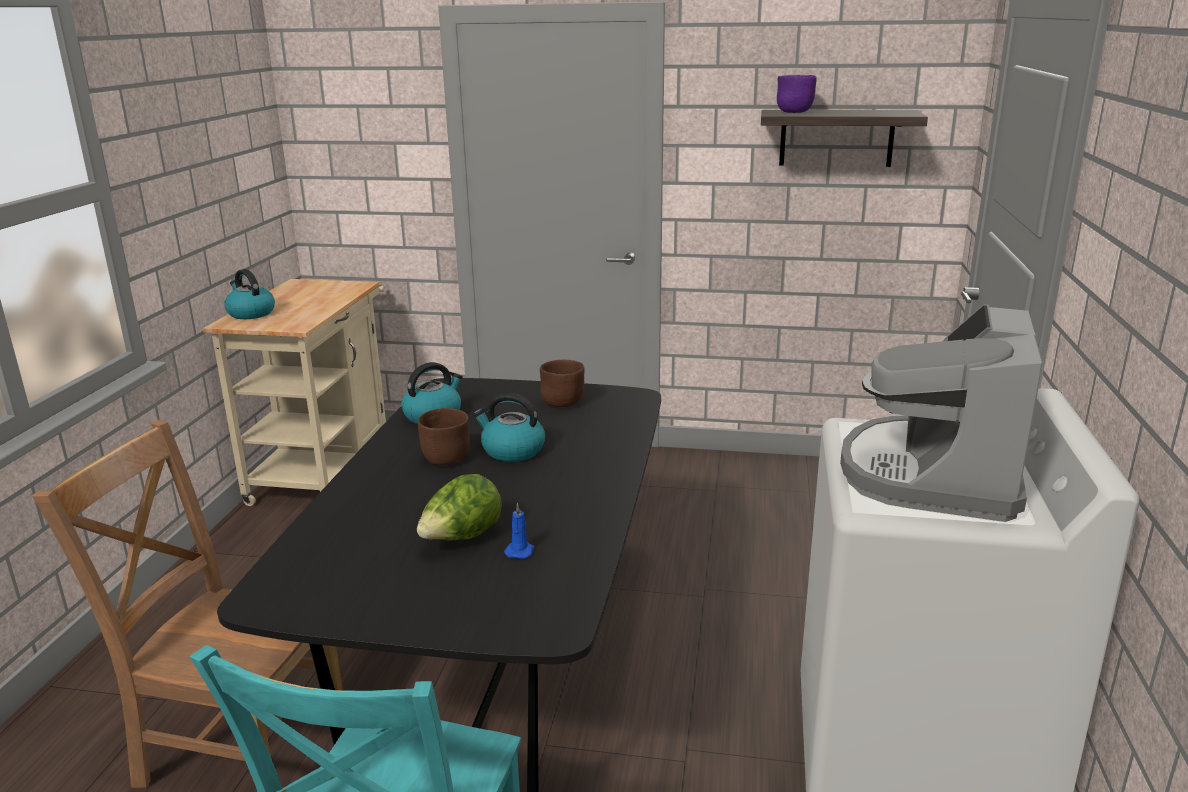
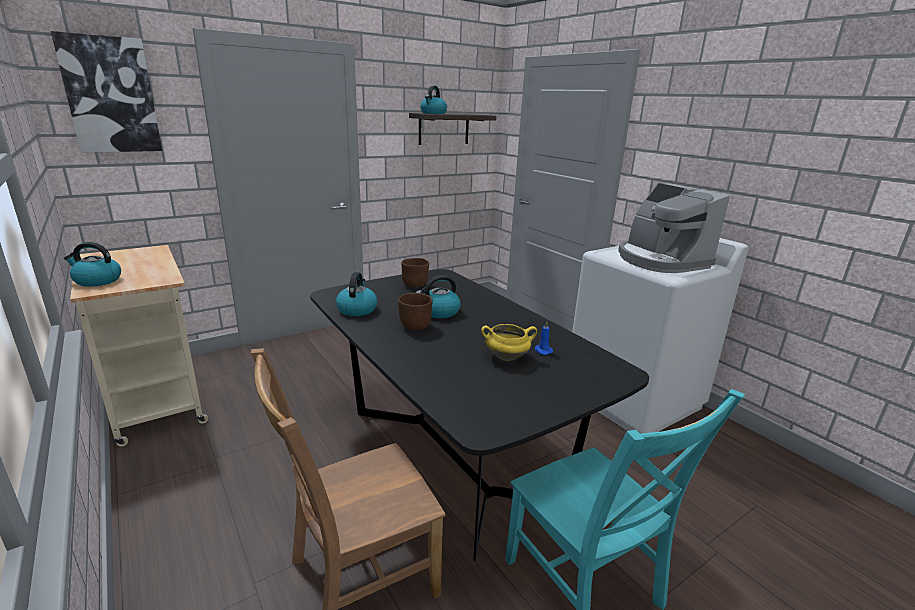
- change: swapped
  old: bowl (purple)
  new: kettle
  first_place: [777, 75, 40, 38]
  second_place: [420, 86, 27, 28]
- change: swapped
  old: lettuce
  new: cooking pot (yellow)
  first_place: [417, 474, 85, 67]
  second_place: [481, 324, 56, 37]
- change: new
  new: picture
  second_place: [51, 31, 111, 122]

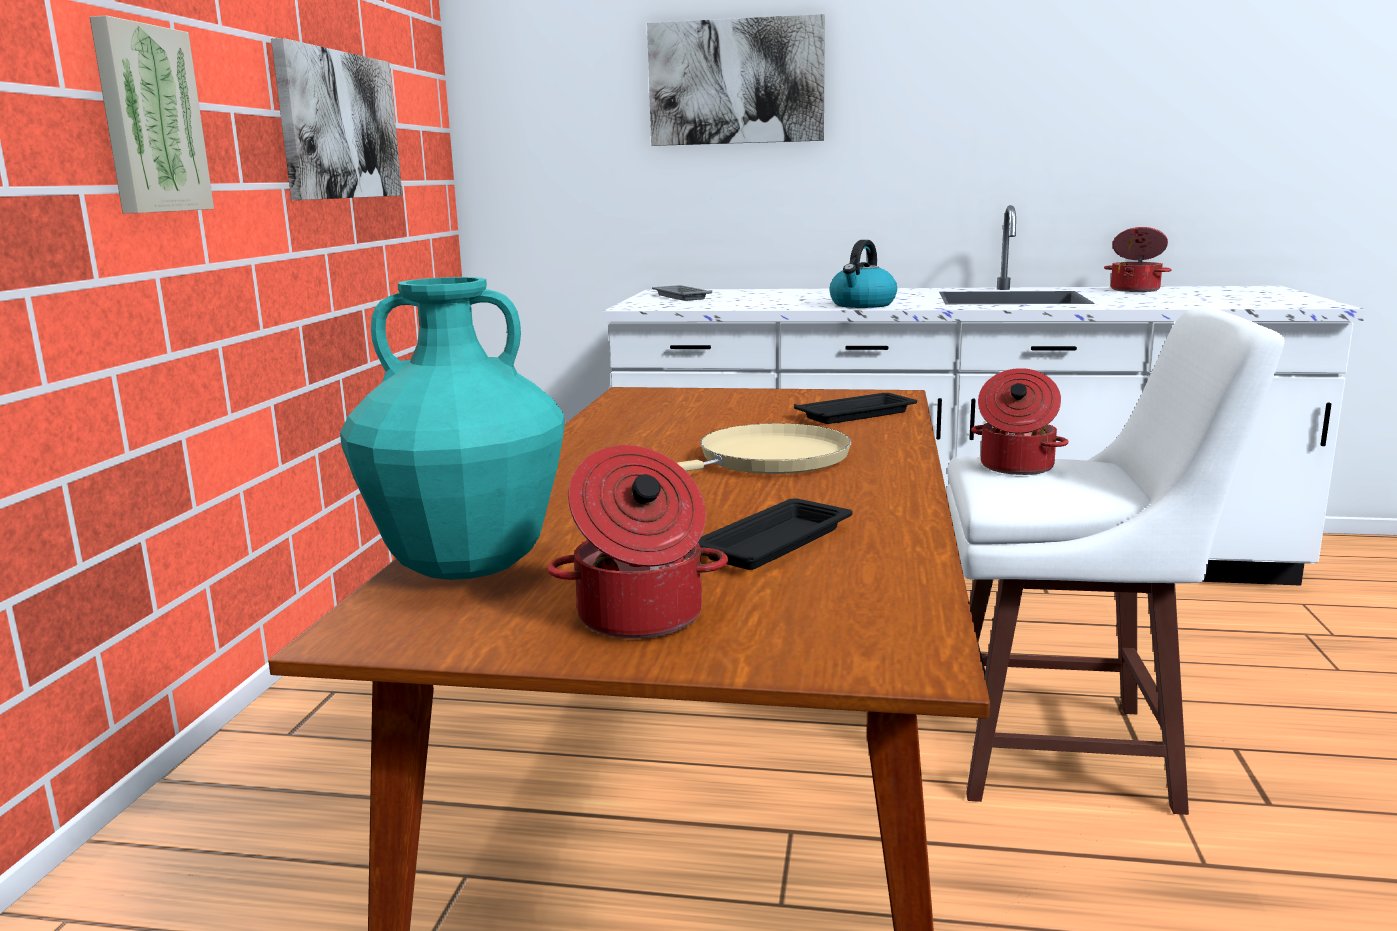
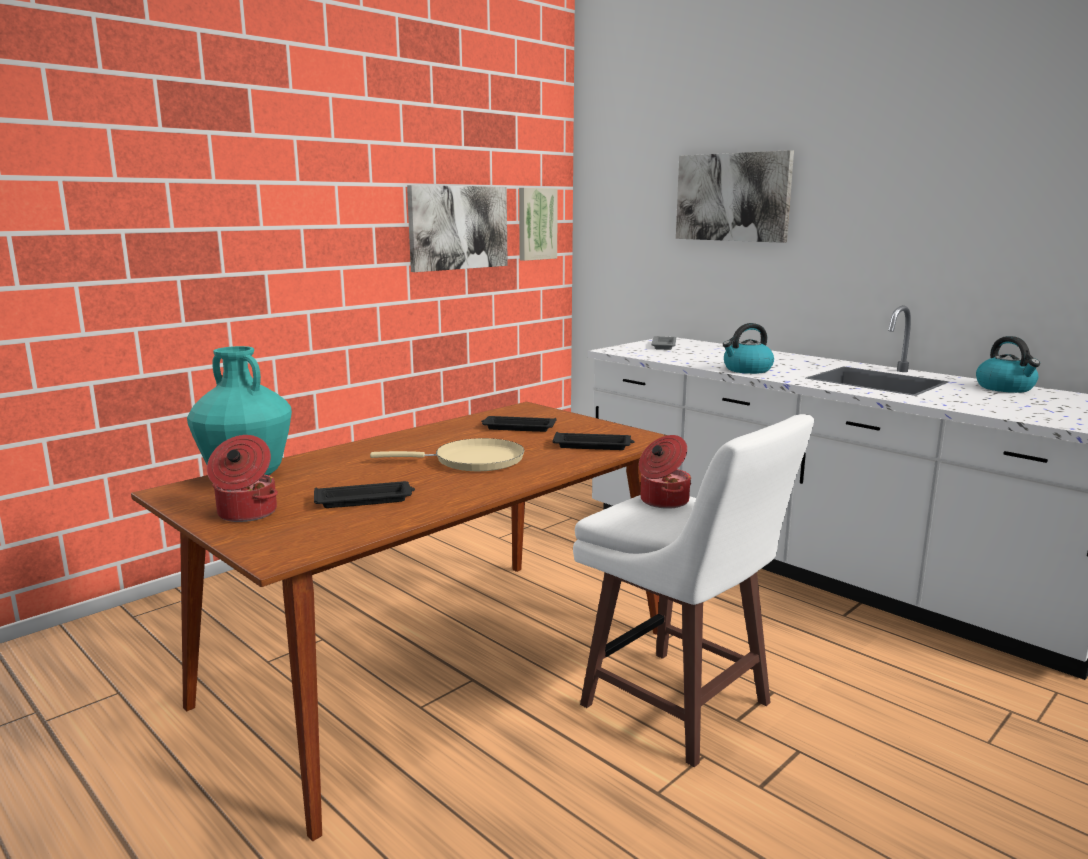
- change: shifted
  old: picture
  first_place: [89, 15, 125, 198]
  second_place: [519, 188, 39, 73]
- change: swapped
  old: cooking pot
  new: kettle
  first_place: [1104, 227, 68, 65]
  second_place: [976, 336, 64, 57]
- change: new
  new: tray (black)
  second_place: [481, 416, 76, 16]

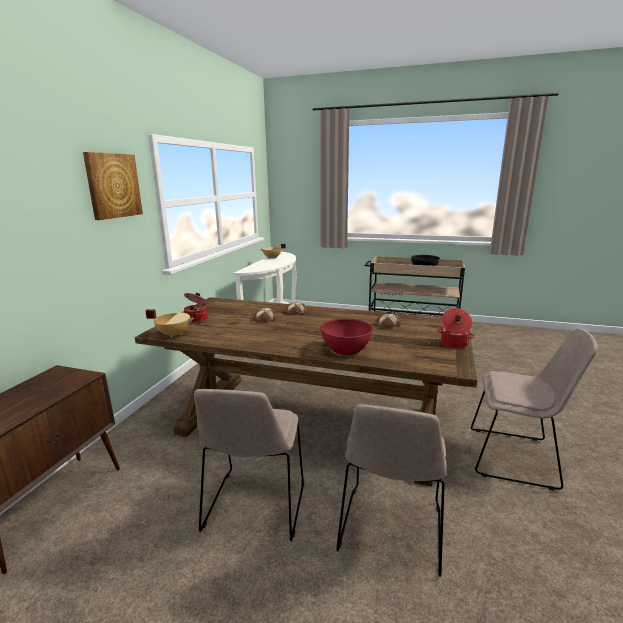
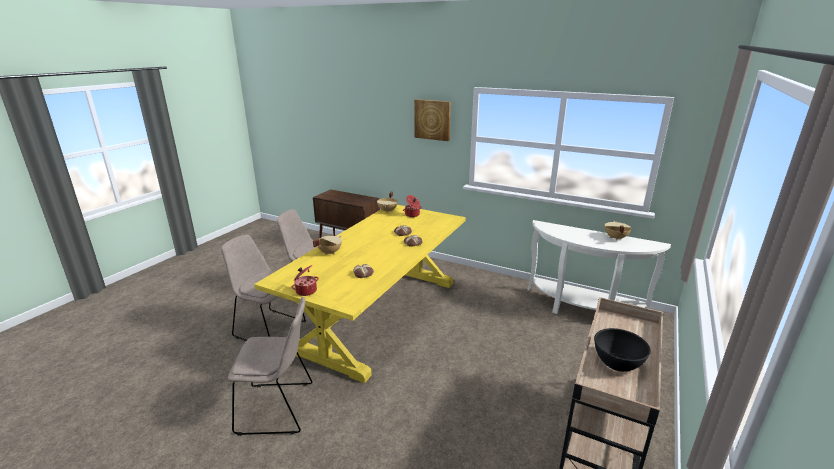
- change: repainted
  old: dining table (brown)
  new: dining table (yellow)
  first_place: [135, 297, 343, 190]
  second_place: [254, 205, 212, 178]
- change: swapped
  old: bowl (red)
  new: cooking pot (beige)
  first_place: [320, 319, 53, 36]
  second_place: [313, 236, 29, 19]
- change: rotated
  old: chair (beige)
  first_place: [471, 328, 127, 162]
  second_place: [228, 297, 84, 139]
  degrees: -120

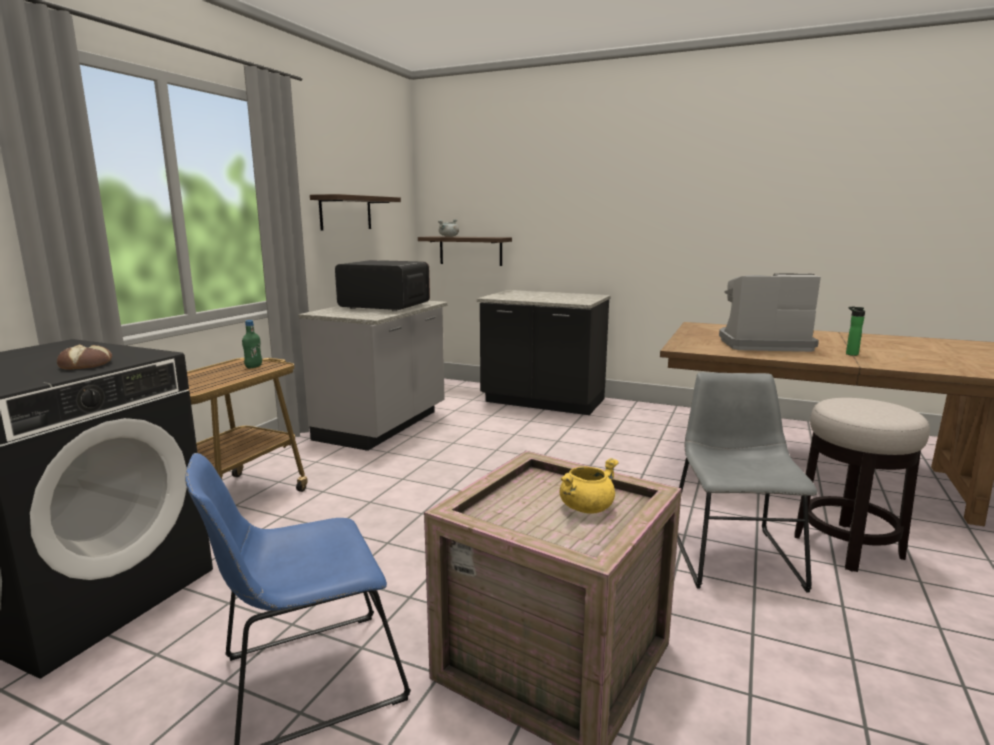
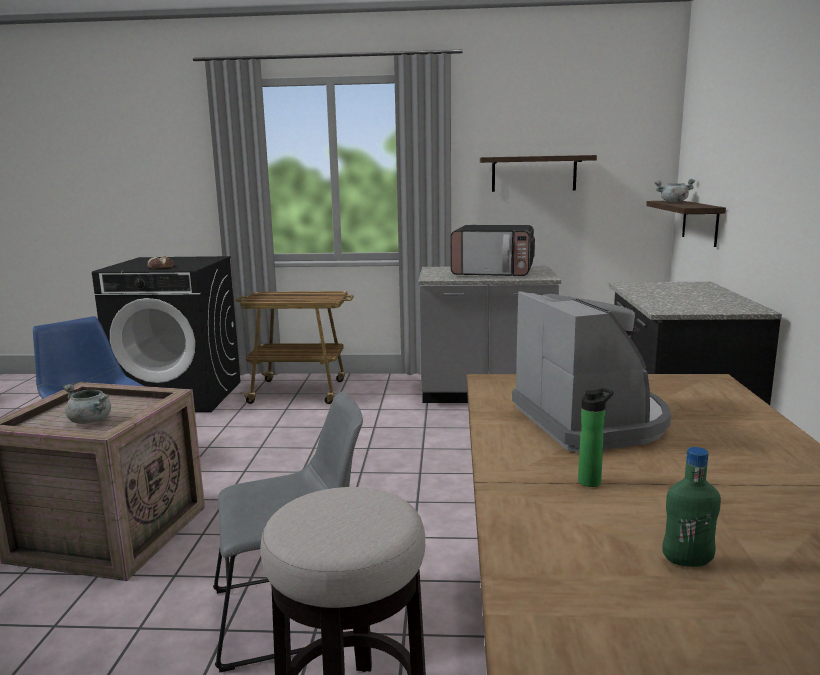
- change: rotated
  old: microwave
  first_place: [335, 260, 95, 51]
  second_place: [450, 225, 85, 51]
  degrees: 105
- change: shifted
  old: bottle (green)
  first_place: [242, 320, 20, 48]
  second_place: [663, 447, 58, 120]
- change: repainted
  old: cooking pot (yellow)
  new: cooking pot (grey)
  first_place: [560, 458, 59, 56]
  second_place: [63, 384, 48, 40]

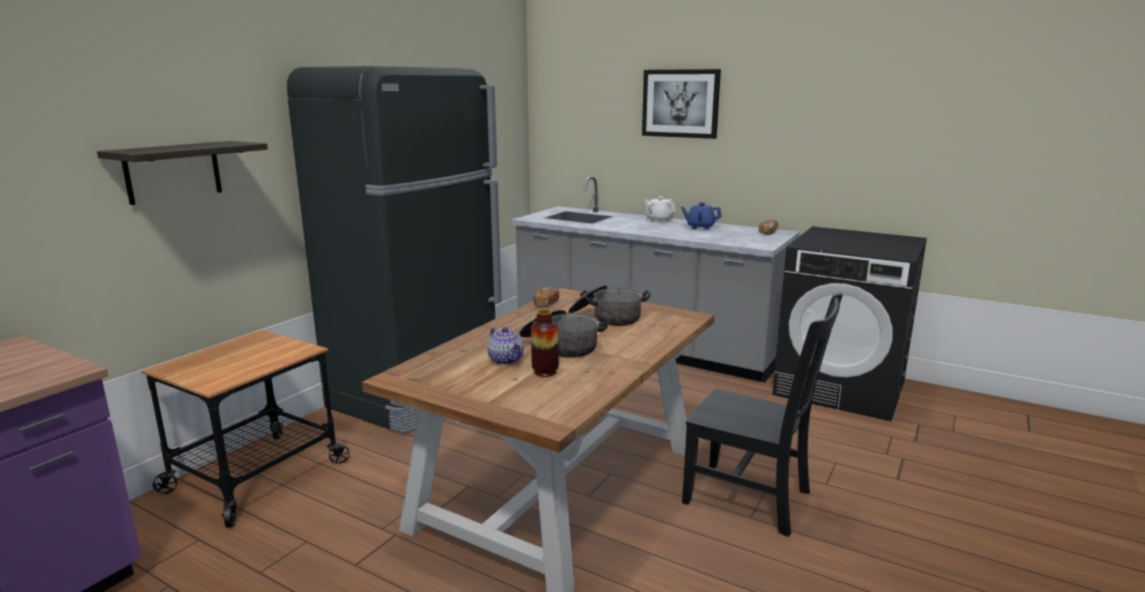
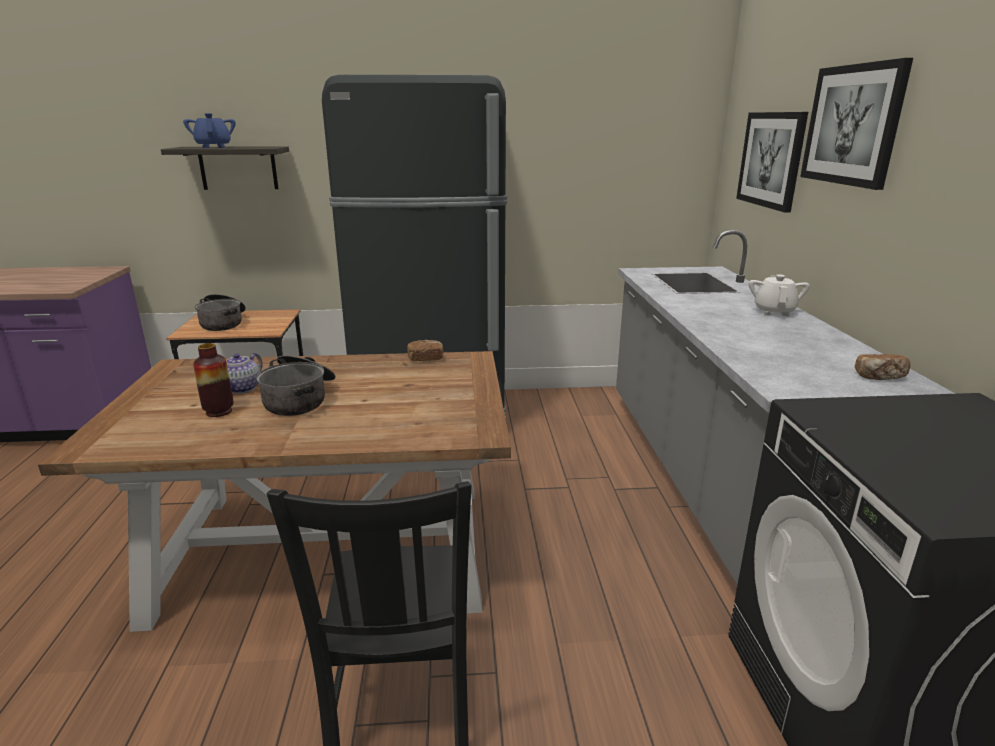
- change: shifted
  old: teapot (blue)
  first_place: [681, 202, 41, 28]
  second_place: [183, 113, 53, 35]
- change: shifted
  old: cooking pot
  first_place: [568, 285, 83, 41]
  second_place: [195, 294, 51, 37]
- change: new
  new: picture
  second_place: [736, 112, 72, 101]

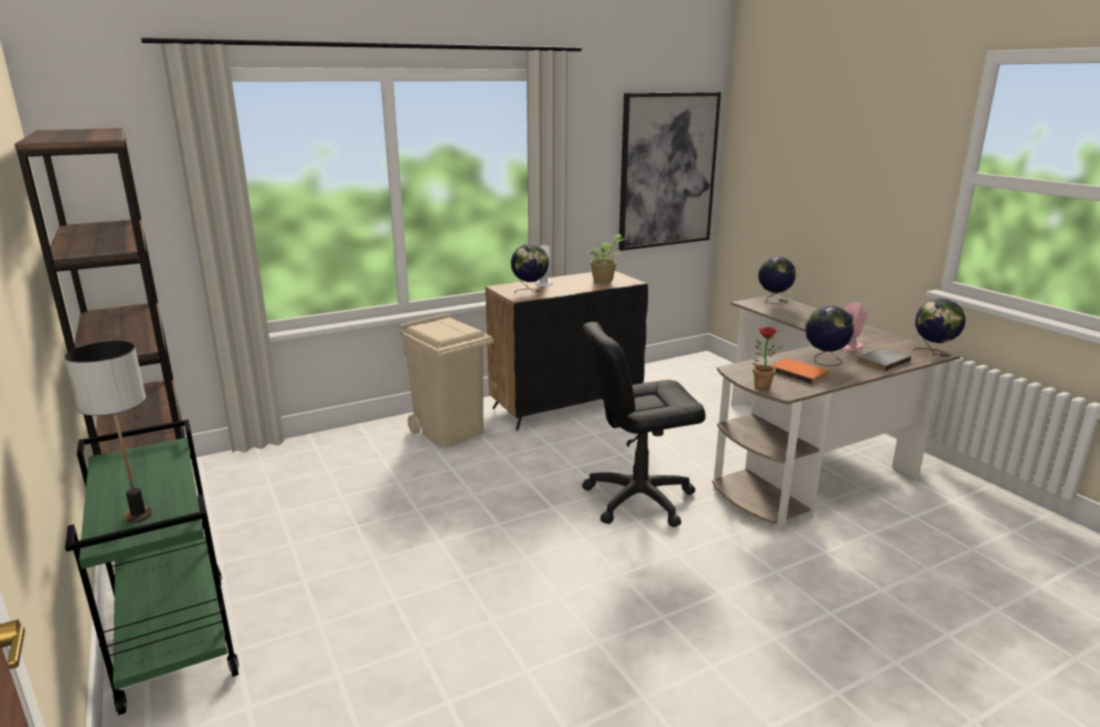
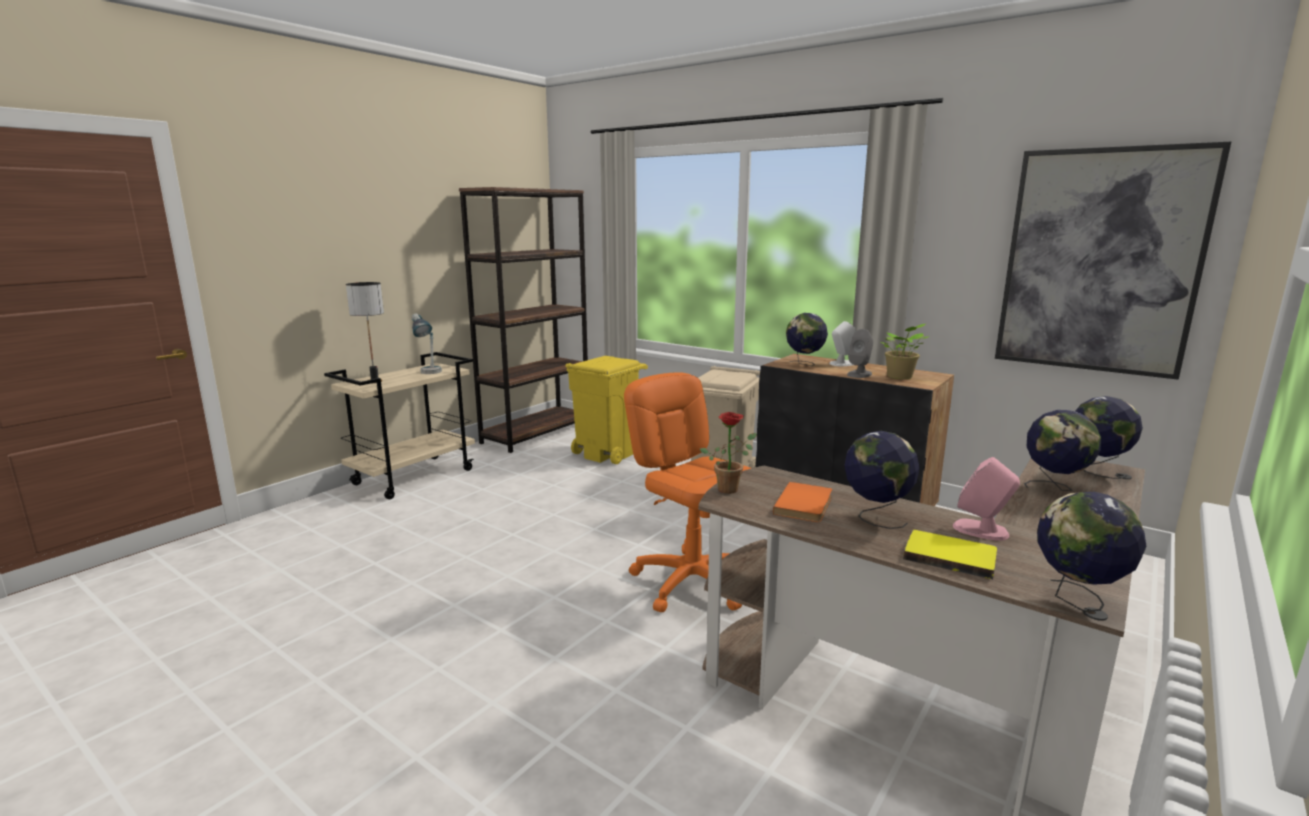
- change: repainted
  old: office chair (black)
  new: office chair (orange)
  first_place: [582, 322, 124, 205]
  second_place: [624, 372, 127, 240]
- change: repainted
  old: book (grey)
  new: book (yellow)
  first_place: [857, 348, 54, 23]
  second_place: [903, 530, 94, 49]
- change: repainted
  old: cart (green)
  new: cart (beige)
  first_place: [65, 419, 174, 296]
  second_place: [324, 352, 151, 147]
- change: new
  new: table lamp
  second_place: [412, 314, 30, 60]
- change: new
  new: speaker (grey)
  second_place: [847, 329, 26, 49]
- change: new
  new: trash can (yellow)
  second_place: [565, 356, 83, 108]
- change: new
  new: globe
  second_place: [1024, 410, 77, 81]

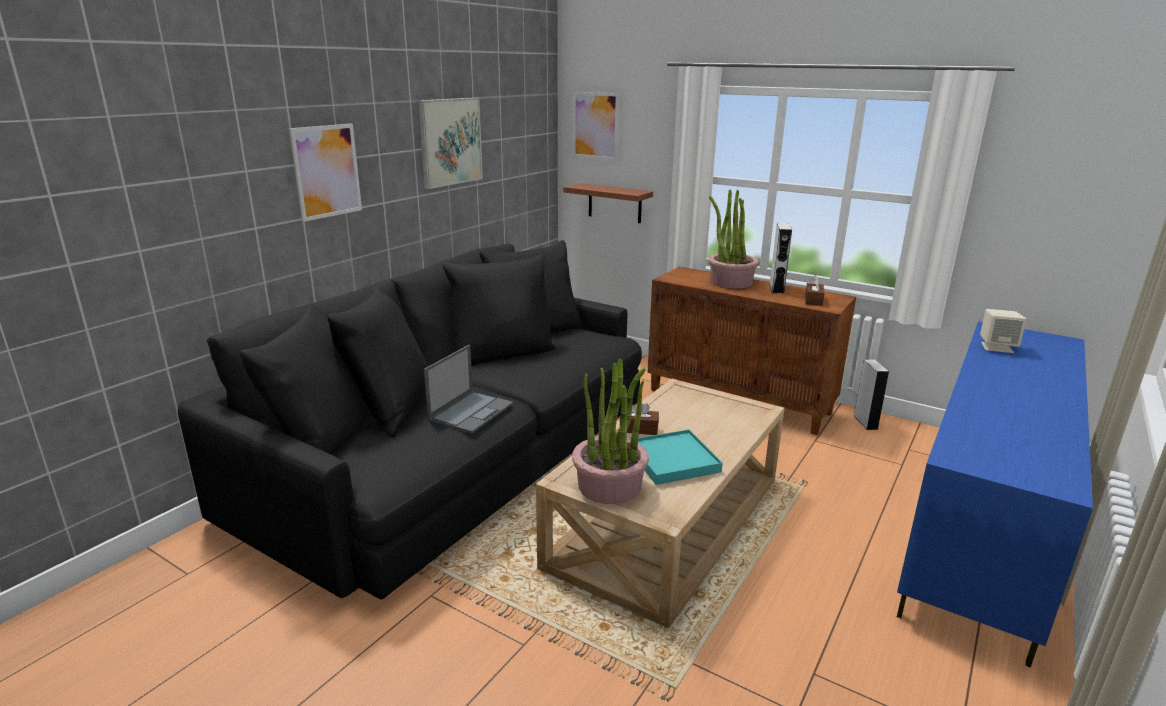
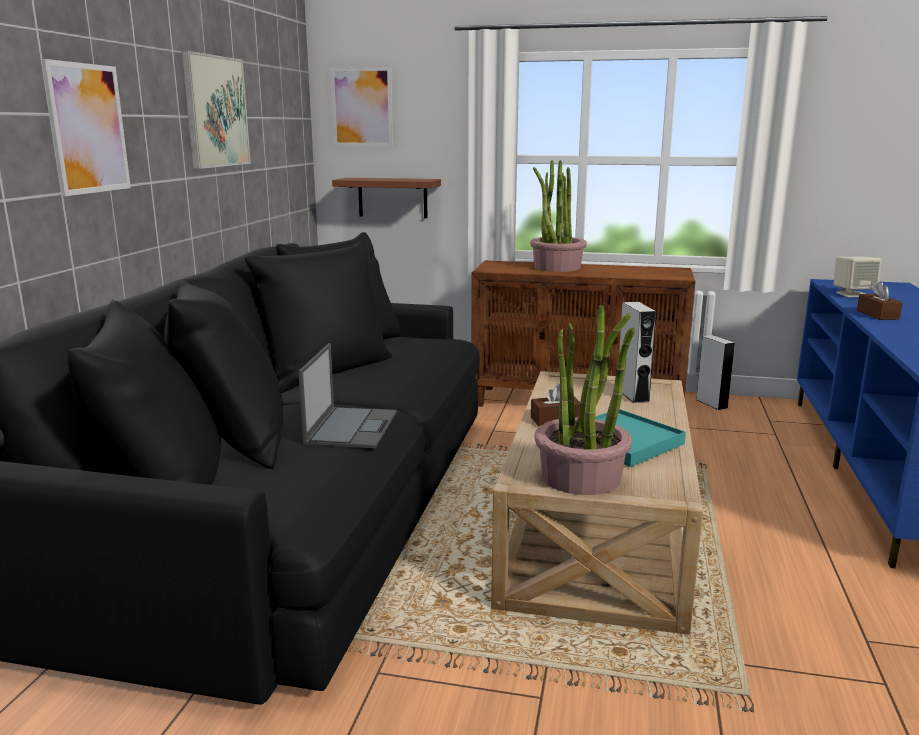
- change: shifted
  old: speaker (grey)
  first_place: [769, 223, 23, 71]
  second_place: [619, 302, 37, 101]
- change: shifted
  old: tissue box (brown)
  first_place: [805, 275, 20, 31]
  second_place: [857, 281, 46, 39]

